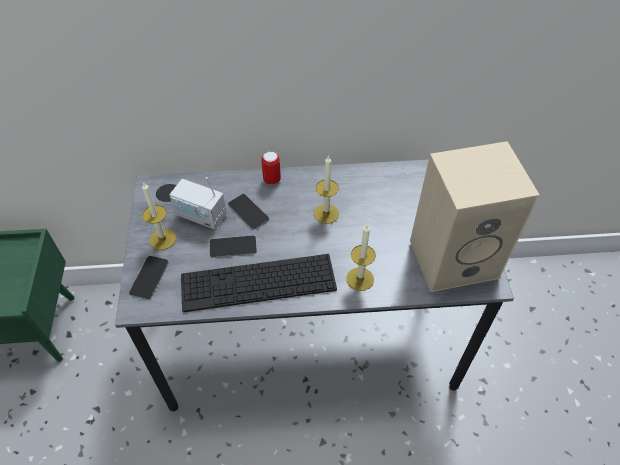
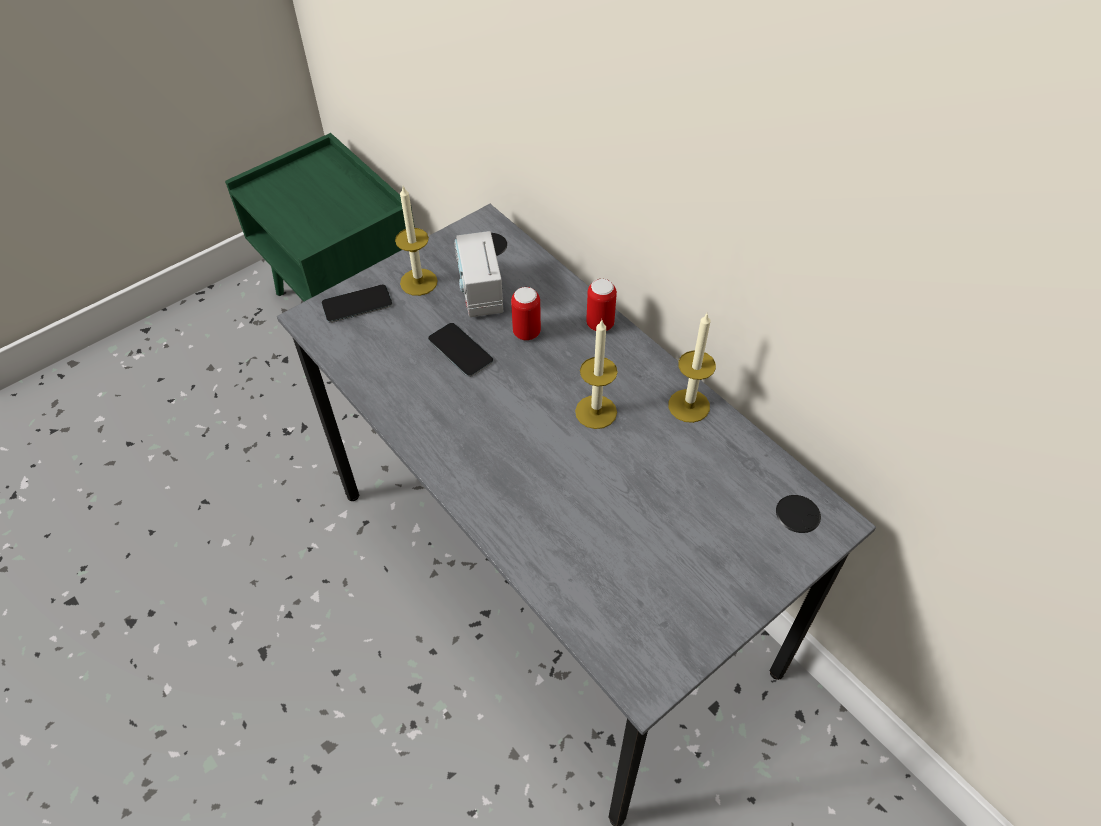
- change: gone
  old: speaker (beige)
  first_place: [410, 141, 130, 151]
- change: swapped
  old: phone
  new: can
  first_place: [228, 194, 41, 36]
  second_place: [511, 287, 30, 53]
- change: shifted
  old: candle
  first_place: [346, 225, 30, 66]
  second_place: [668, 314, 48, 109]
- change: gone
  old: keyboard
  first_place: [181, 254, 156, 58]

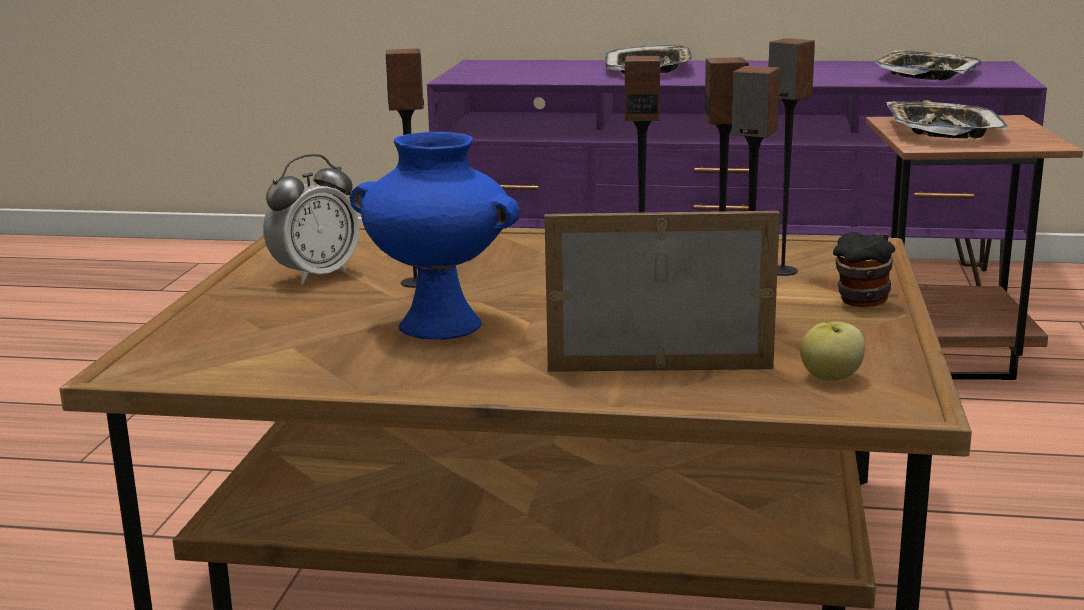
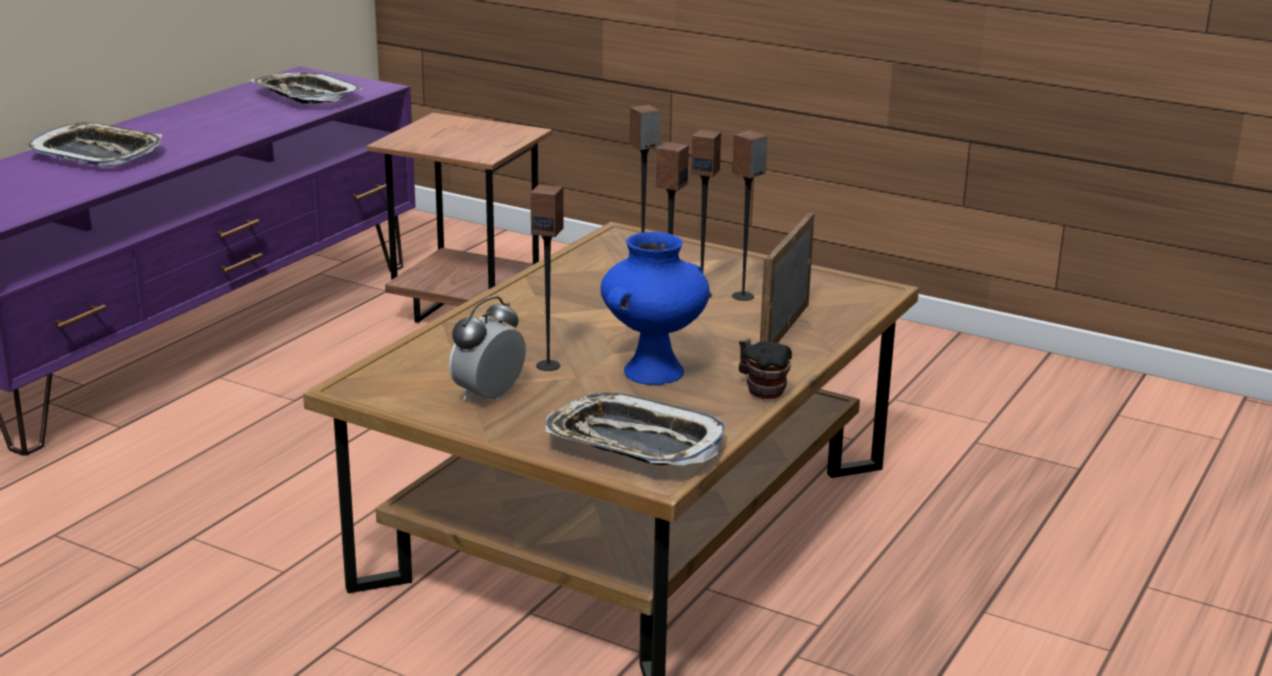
- change: shifted
  old: tray
  first_place: [886, 102, 122, 37]
  second_place: [545, 393, 180, 73]
- change: rotated
  old: alarm clock
  first_place: [263, 154, 97, 131]
  second_place: [449, 296, 77, 105]
  degrees: -120
- change: shifted
  old: mug
  first_place: [833, 232, 62, 76]
  second_place: [738, 338, 54, 61]
- change: gone
  old: apple
  first_place: [800, 322, 65, 59]

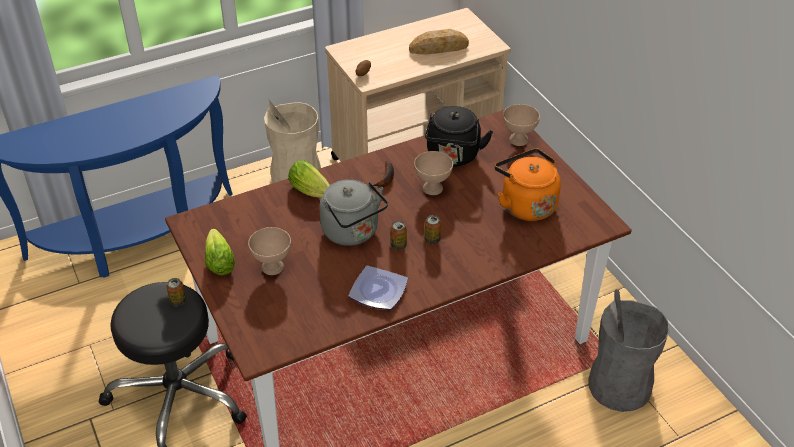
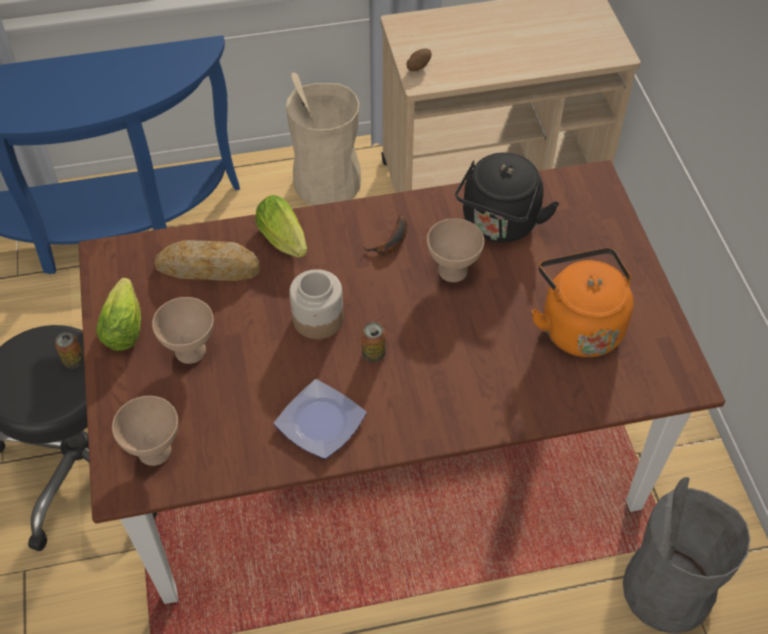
- change: shifted
  old: bread
  first_place: [409, 29, 60, 26]
  second_place: [154, 240, 106, 41]
- change: shifted
  old: bowl (beige)
  first_place: [503, 104, 37, 42]
  second_place: [112, 396, 66, 70]
- change: swapped
  old: kettle (grey)
  new: jar
  first_place: [319, 180, 69, 66]
  second_place: [289, 269, 55, 70]
- change: gone
  old: can
  first_place: [424, 215, 17, 29]

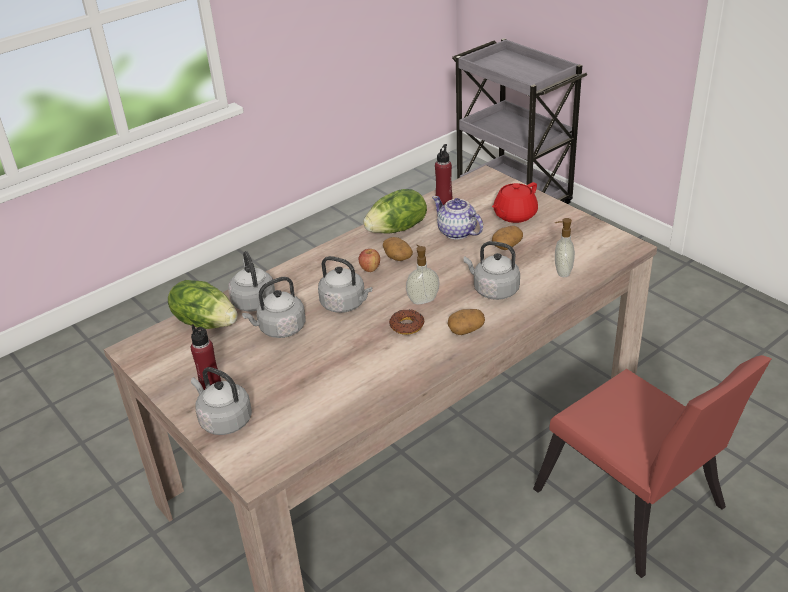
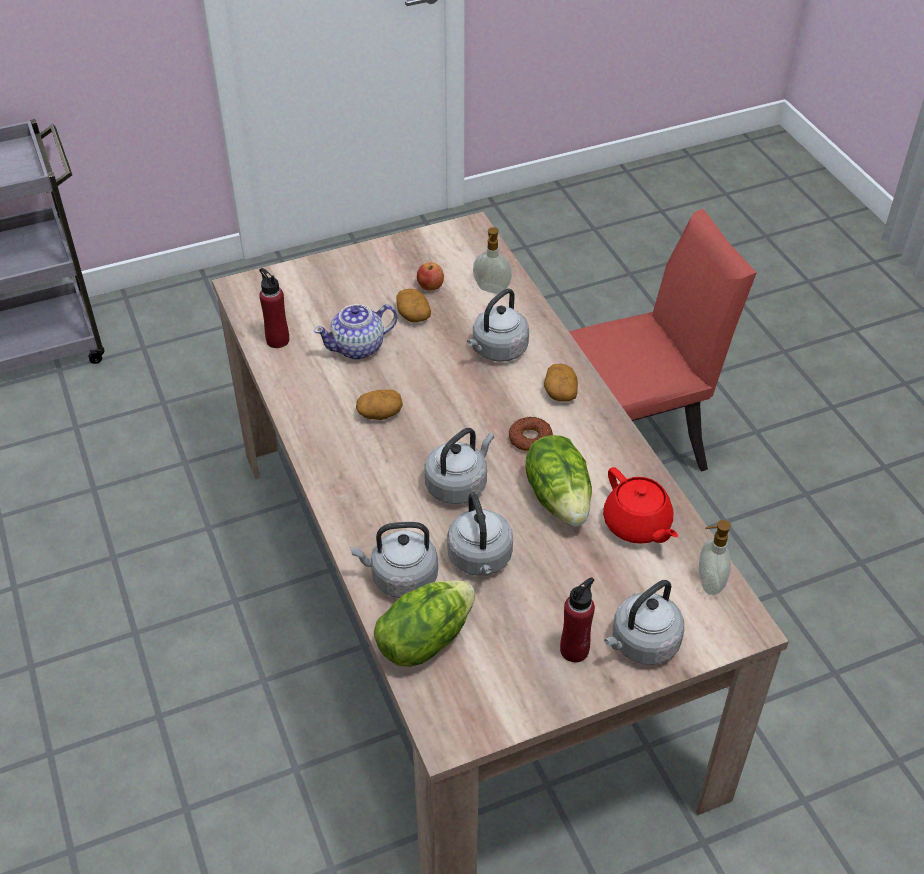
- change: shifted
  old: teapot (red)
  first_place: [492, 182, 46, 41]
  second_place: [603, 467, 75, 77]
- change: shifted
  old: lettuce
  first_place: [363, 189, 64, 44]
  second_place: [526, 435, 66, 92]
- change: shifted
  old: soap dispenser
  first_place: [406, 245, 34, 59]
  second_place: [699, 520, 32, 75]
- change: shifted
  old: apple
  first_place: [359, 249, 21, 23]
  second_place: [417, 262, 27, 29]

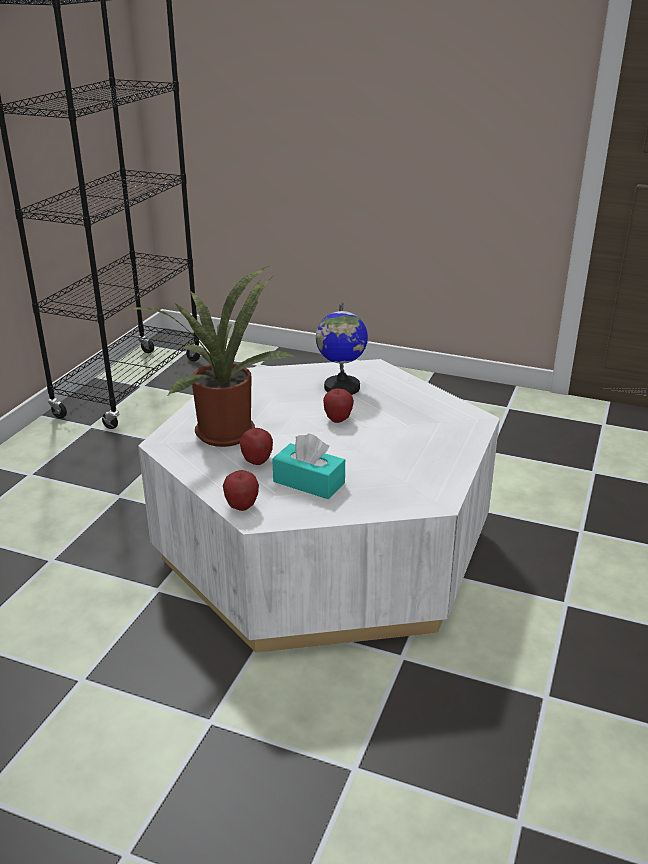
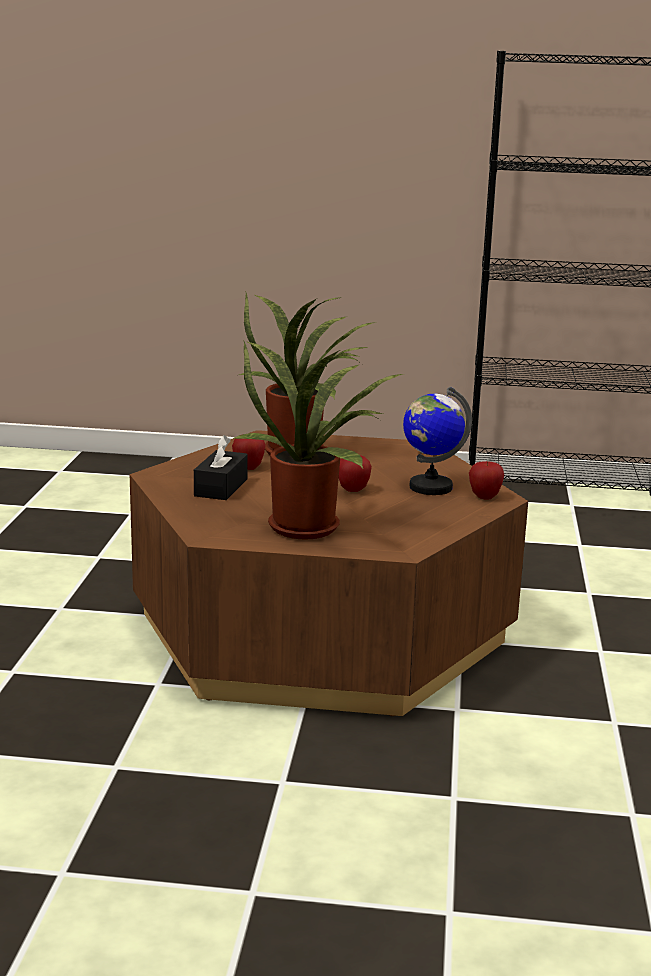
- change: repainted
  old: coffee table (white)
  new: coffee table (brown)
  first_place: [138, 359, 362, 294]
  second_place: [130, 430, 398, 286]
- change: repainted
  old: tissue box (turquoise)
  new: tissue box (black)
  first_place: [272, 433, 73, 66]
  second_place: [194, 435, 54, 65]
- change: shifted
  old: apple
  first_place: [223, 470, 36, 41]
  second_place: [469, 461, 35, 39]
- change: new
  new: potted plant
  second_place: [234, 340, 168, 200]

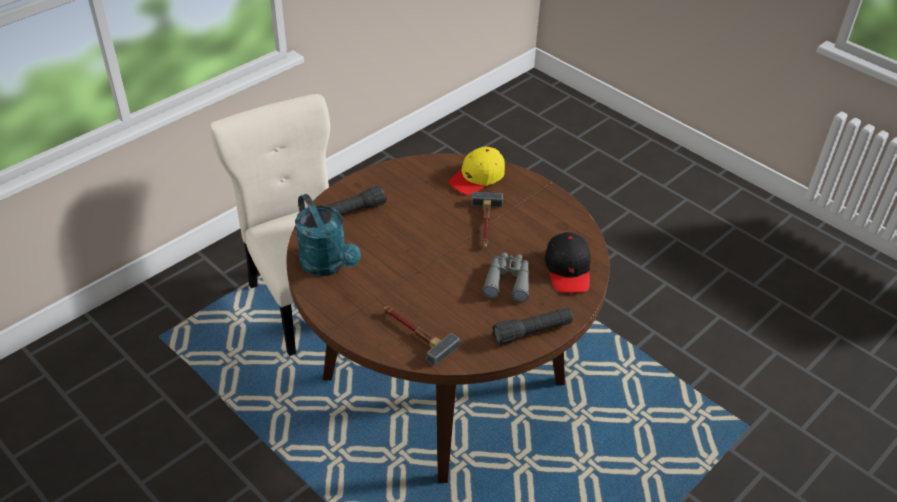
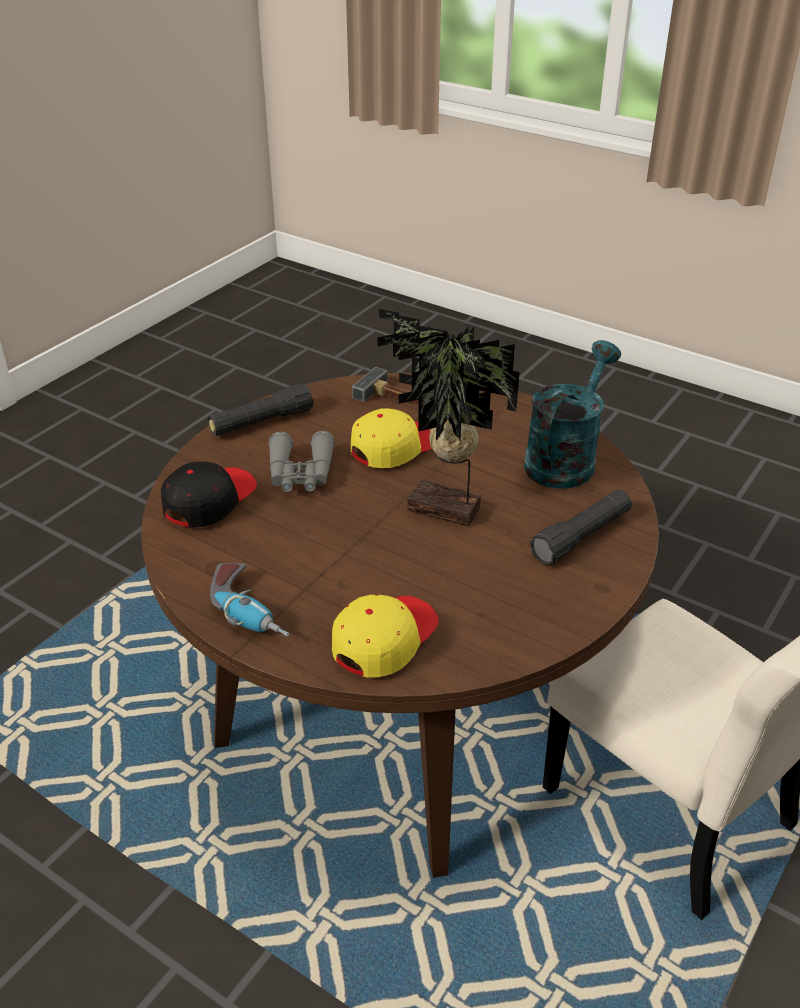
- change: gone
  old: hammer
  first_place: [471, 192, 32, 56]
- change: rotated
  old: watering can (turquoise)
  first_place: [295, 194, 66, 82]
  second_place: [524, 340, 97, 149]
  degrees: 75
- change: rotated
  old: cap (black)
  first_place: [545, 232, 46, 61]
  second_place: [161, 461, 96, 67]
  degrees: 45
- change: new
  new: potted plant
  second_place: [378, 309, 142, 217]
- change: new
  new: cap (yellow)
  second_place: [351, 408, 81, 60]
- change: new
  new: power drill
  second_place: [210, 563, 80, 74]

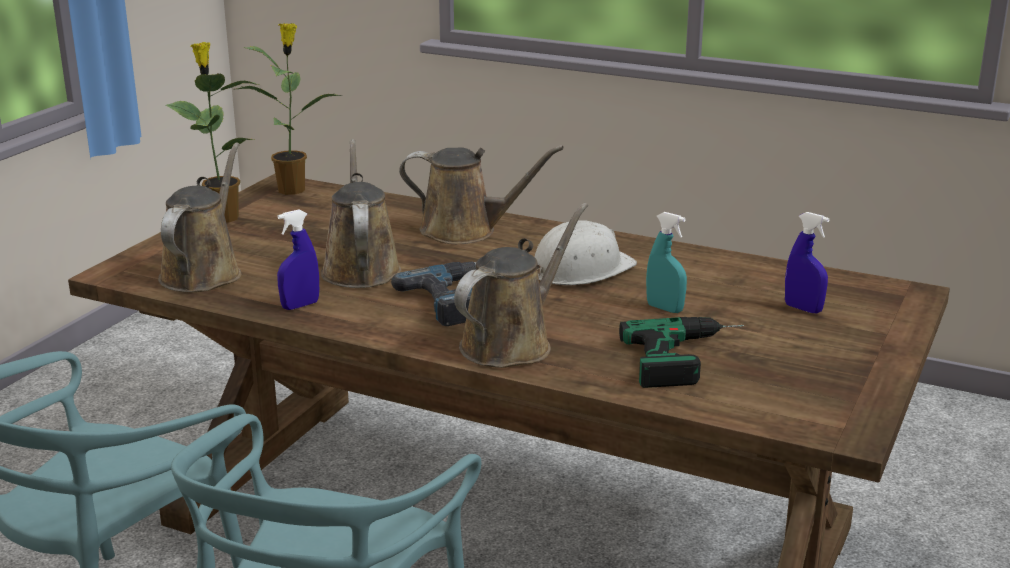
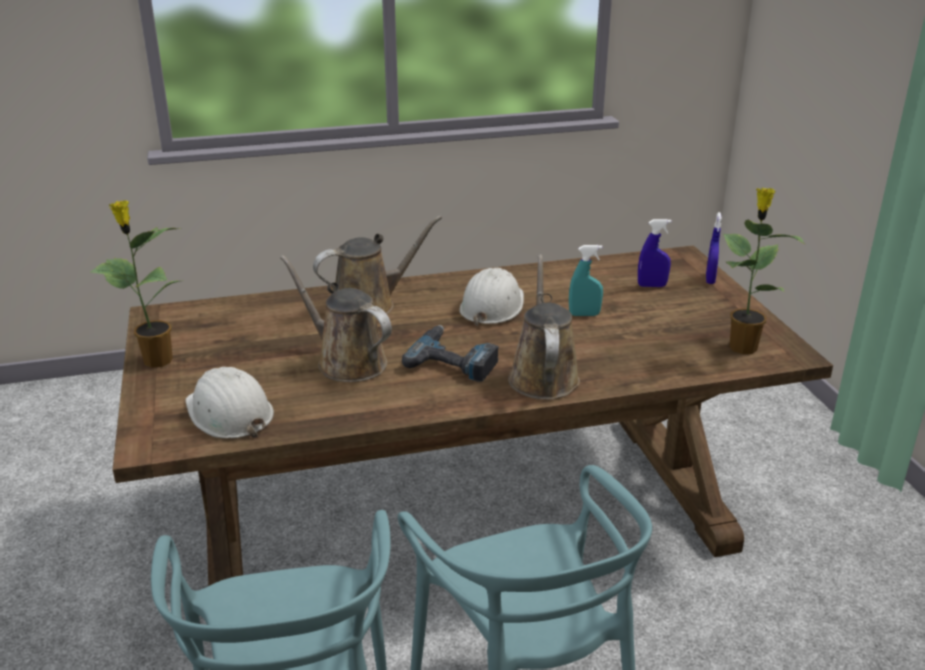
- change: shifted
  old: potted plant
  first_place: [237, 23, 105, 172]
  second_place: [723, 187, 82, 167]
- change: swapped
  old: watering can (brown)
  new: hard hat (white)
  first_place: [158, 143, 83, 149]
  second_place: [185, 367, 89, 71]
- change: shifted
  old: spray bottle (blue)
  first_place: [277, 209, 42, 101]
  second_place: [706, 212, 16, 72]
- change: gone
  old: power drill
  first_place: [619, 317, 125, 71]

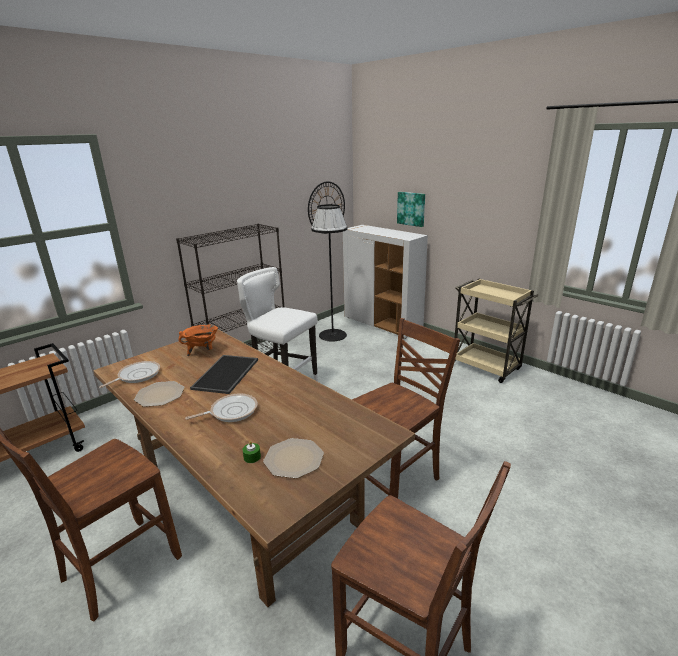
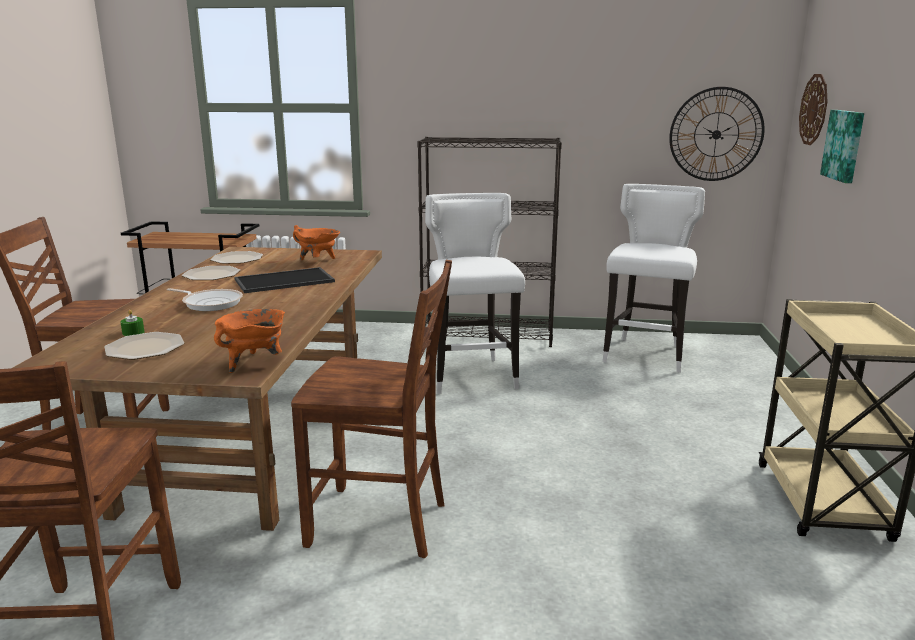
- change: swapped
  old: floor lamp (black)
  new: stool (white)
  first_place: [311, 204, 37, 138]
  second_place: [602, 184, 103, 189]
- change: gone
  old: cabinet (white)
  first_place: [343, 225, 85, 114]
- change: swapped
  old: frying pan
  new: plate
  first_place: [99, 361, 61, 27]
  second_place: [210, 251, 53, 13]
- change: new
  new: wall clock
  second_place: [799, 74, 29, 71]
- change: new
  new: cooking pot (orange)
  second_place: [214, 309, 71, 64]

